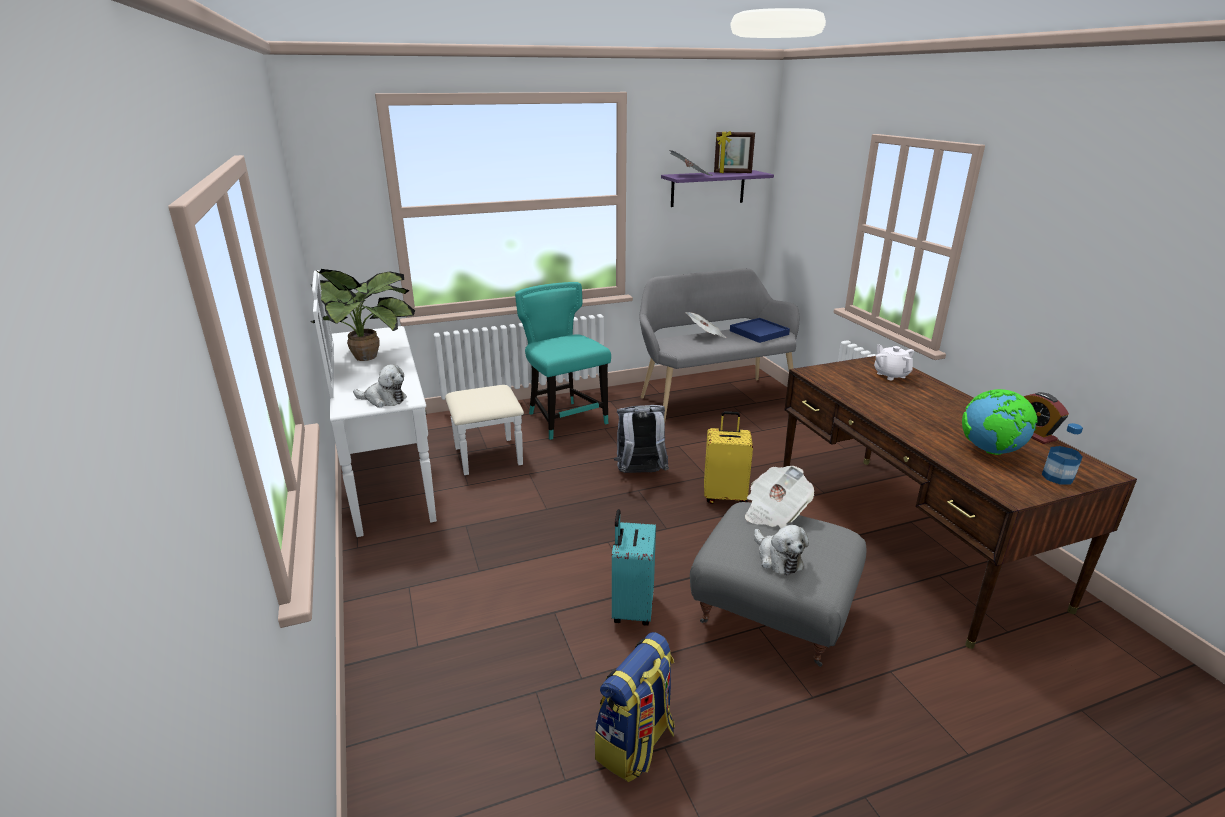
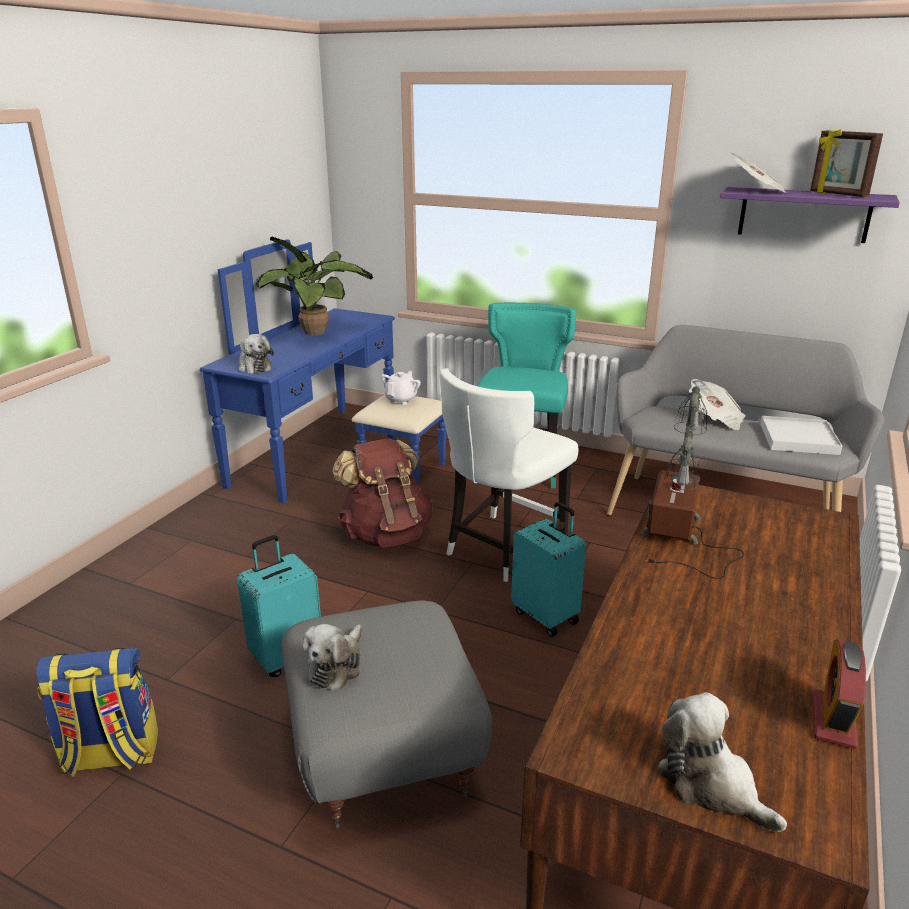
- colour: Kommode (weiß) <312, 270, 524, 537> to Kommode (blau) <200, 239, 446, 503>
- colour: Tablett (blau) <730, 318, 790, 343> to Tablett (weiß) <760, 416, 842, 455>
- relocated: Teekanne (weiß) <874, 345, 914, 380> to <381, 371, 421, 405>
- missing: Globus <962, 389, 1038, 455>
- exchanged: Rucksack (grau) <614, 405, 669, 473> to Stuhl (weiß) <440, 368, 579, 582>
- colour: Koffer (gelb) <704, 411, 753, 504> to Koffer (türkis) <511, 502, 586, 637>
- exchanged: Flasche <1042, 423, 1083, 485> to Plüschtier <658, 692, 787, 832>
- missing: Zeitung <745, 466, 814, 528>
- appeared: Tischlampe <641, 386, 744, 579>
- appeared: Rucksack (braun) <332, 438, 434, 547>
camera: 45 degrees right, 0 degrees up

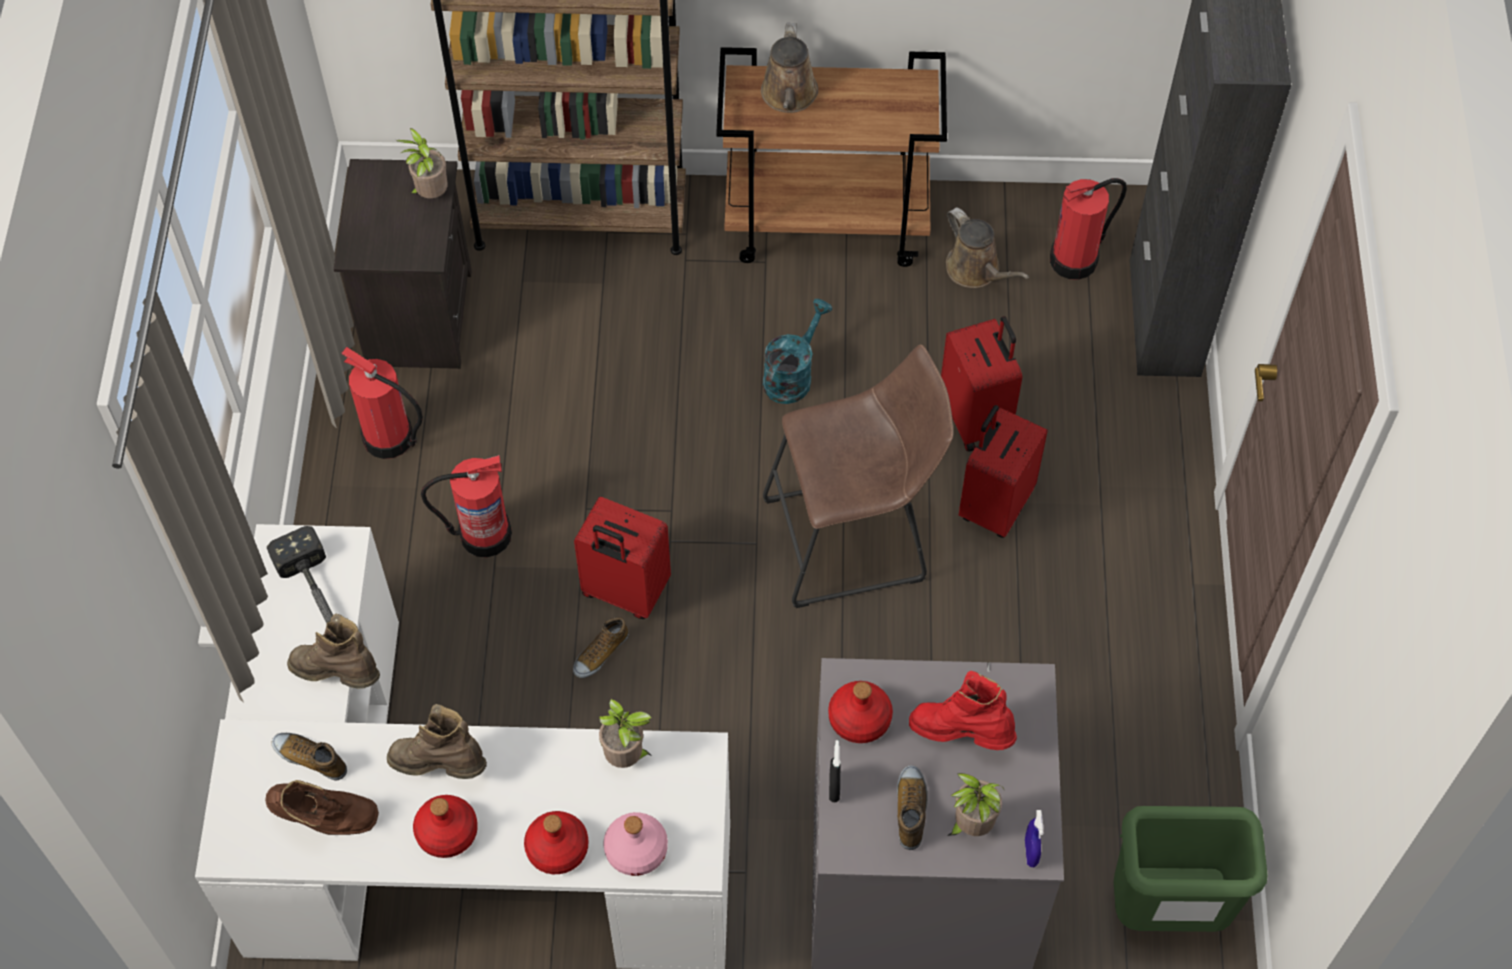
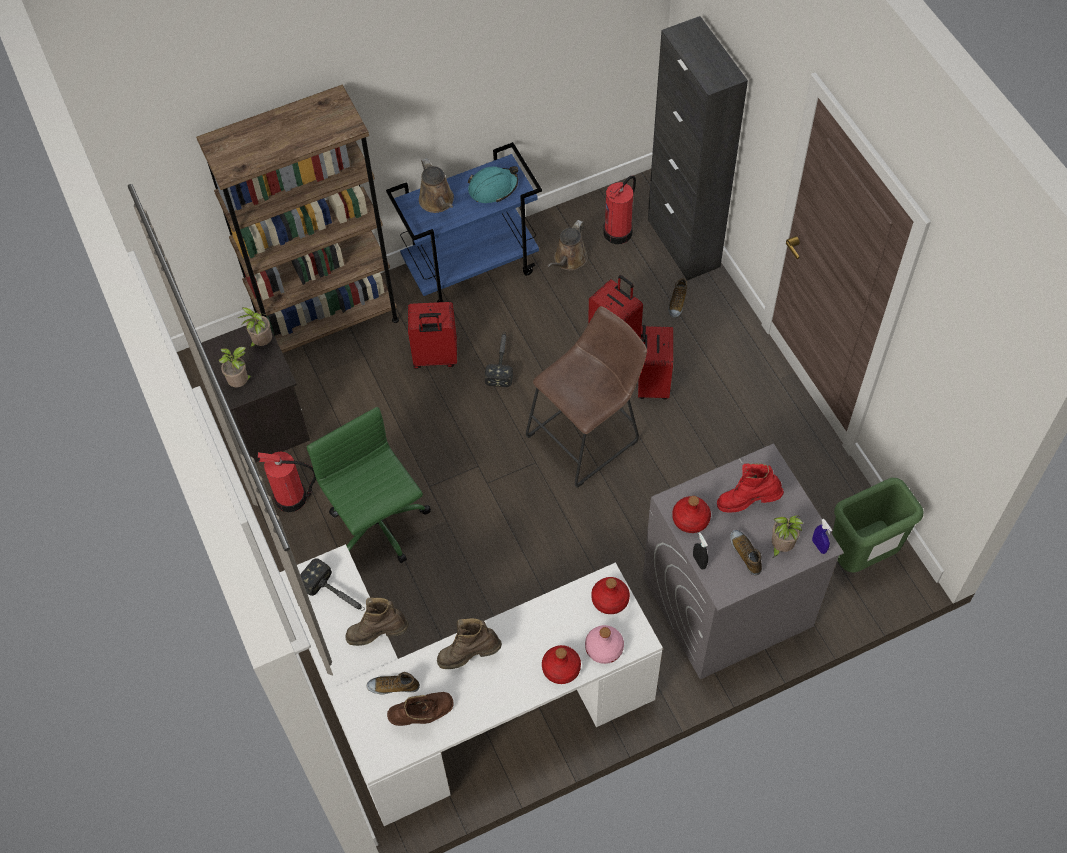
- colour: Rollwagen (braun) <716, 47, 947, 267> to Rollwagen (blau) <386, 142, 542, 302>
- spun: Gießkanne (braun) <946, 207, 1029, 288> = <547, 220, 588, 271> 90 degrees clockwise
- exchanged: Gießkanne (türkis) <763, 299, 832, 404> to Hammer <485, 332, 513, 387>
- exchanged: Feuerlöscher <421, 455, 512, 557> to Bürostuhl (grün) <307, 407, 431, 563>
- relocated: Koffer (rot) <574, 497, 671, 619> to <408, 302, 457, 369>
- relocated: Schuh <573, 617, 629, 678> to <668, 278, 687, 318>
- relocated: Topfpflanze <599, 699, 653, 768> to <219, 347, 253, 387>
- relocated: Flasche (rot) <413, 795, 478, 858> to <591, 577, 630, 614>
- appeared: Schutzhelm (türkis) <468, 166, 518, 203>
camera: 25 degrees left, 0 degrees up

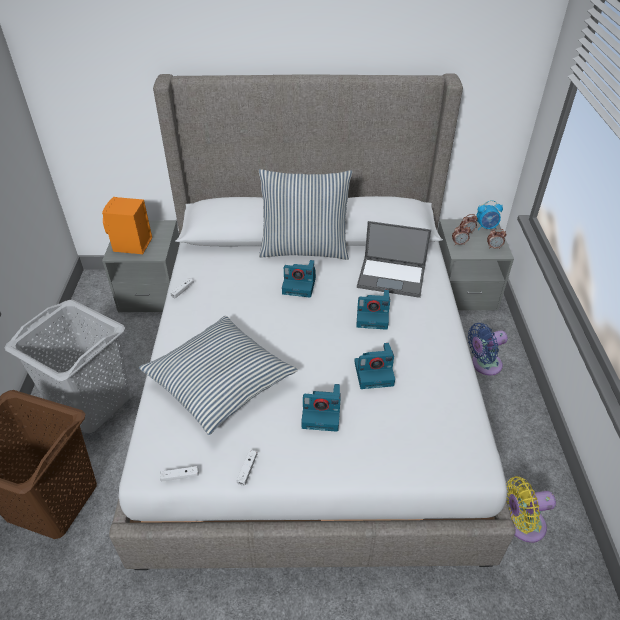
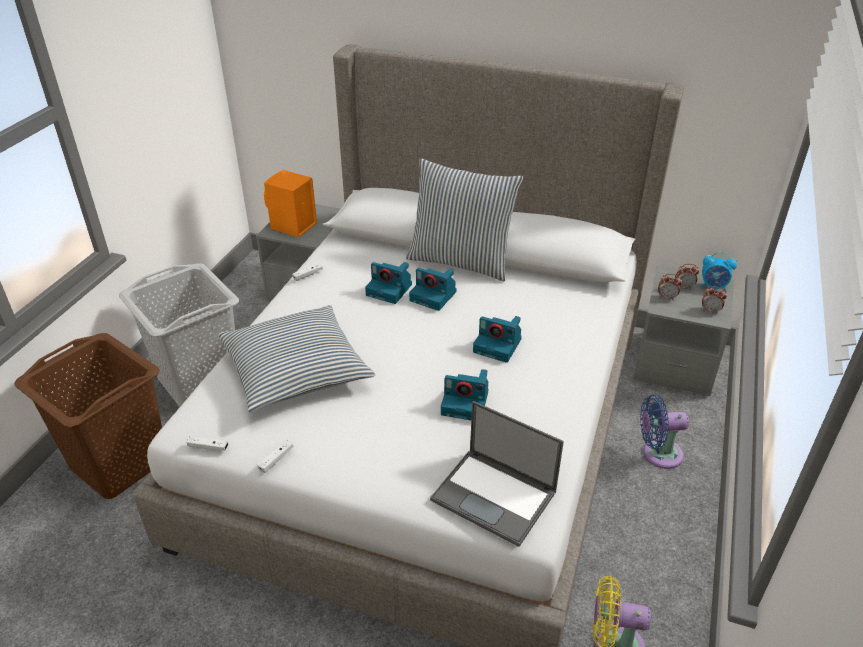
- relocated: Laptop <357, 221, 431, 298> to <430, 401, 564, 547>
- relocated: Kamera <301, 384, 341, 432> to <365, 262, 412, 304>
camera: 20 degrees right, 5 degrees down

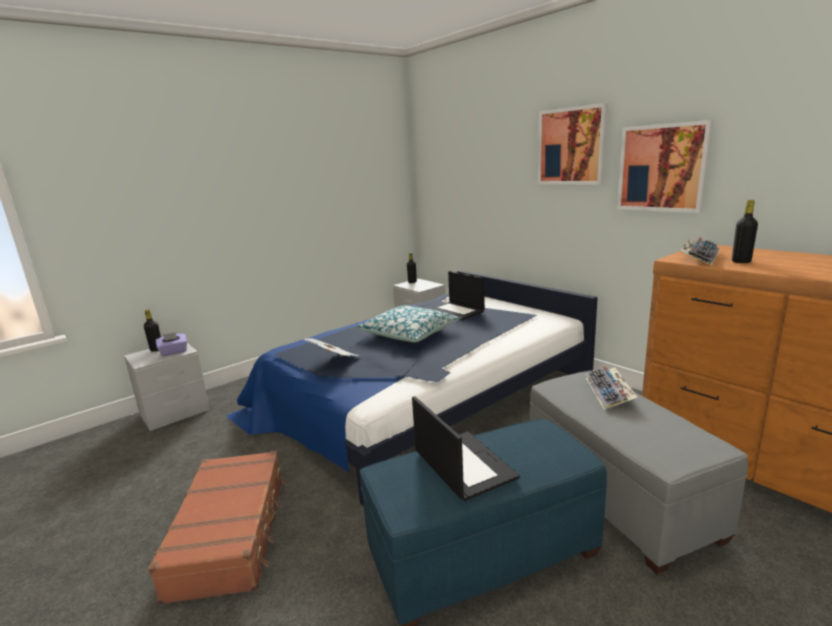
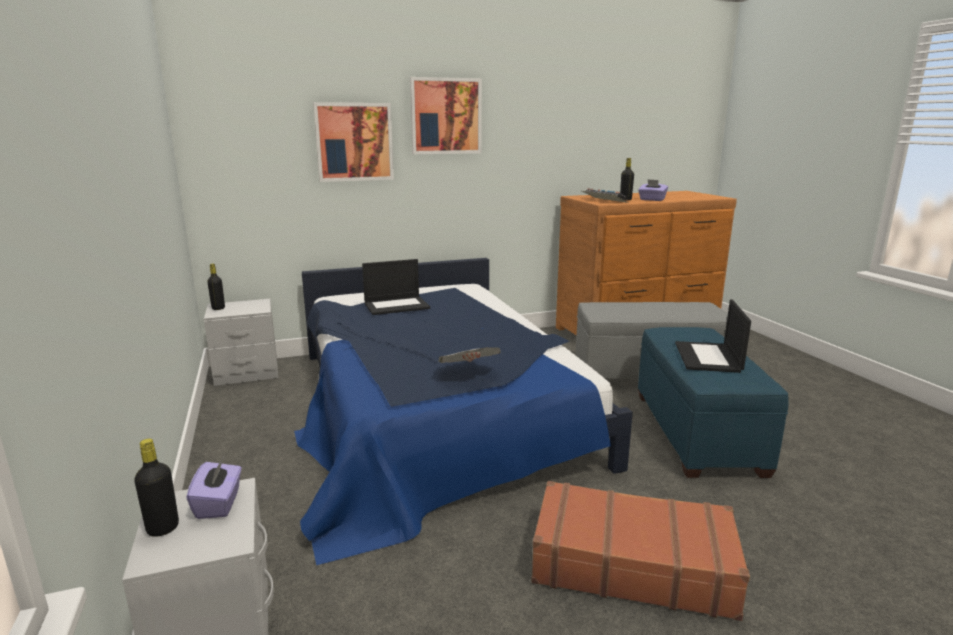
- relocated: Bild <617, 120, 713, 213> to <313, 102, 394, 182>
- missing: Kissen <356, 306, 460, 342>
- missing: Tastatur <586, 366, 638, 410>
- spun: Laptop <412, 396, 520, 501> = <675, 299, 751, 373> 75 degrees counterclockwise
- appeared: Taschentuchbox (lila) <638, 179, 668, 201>
camera: 70 degrees left, 0 degrees up

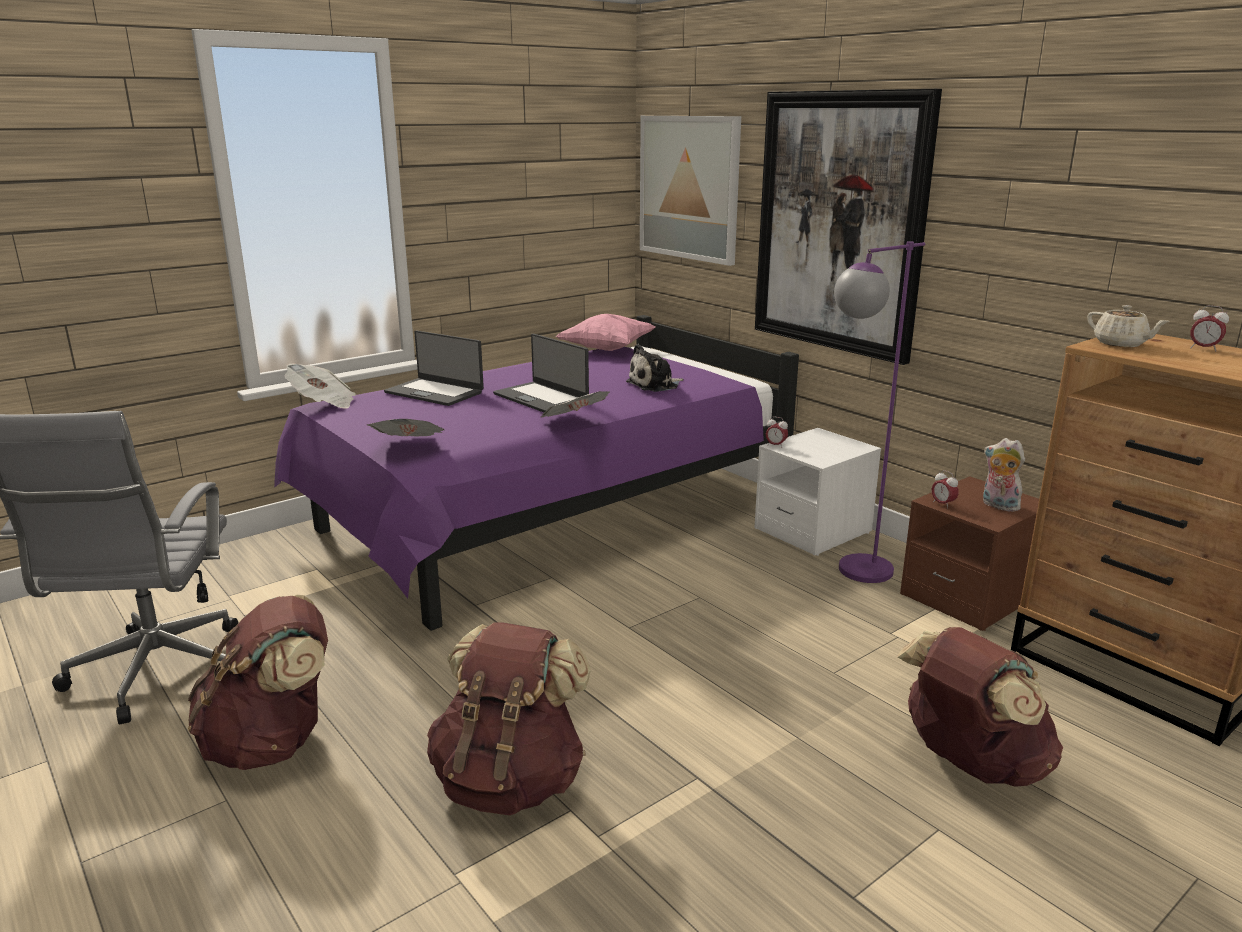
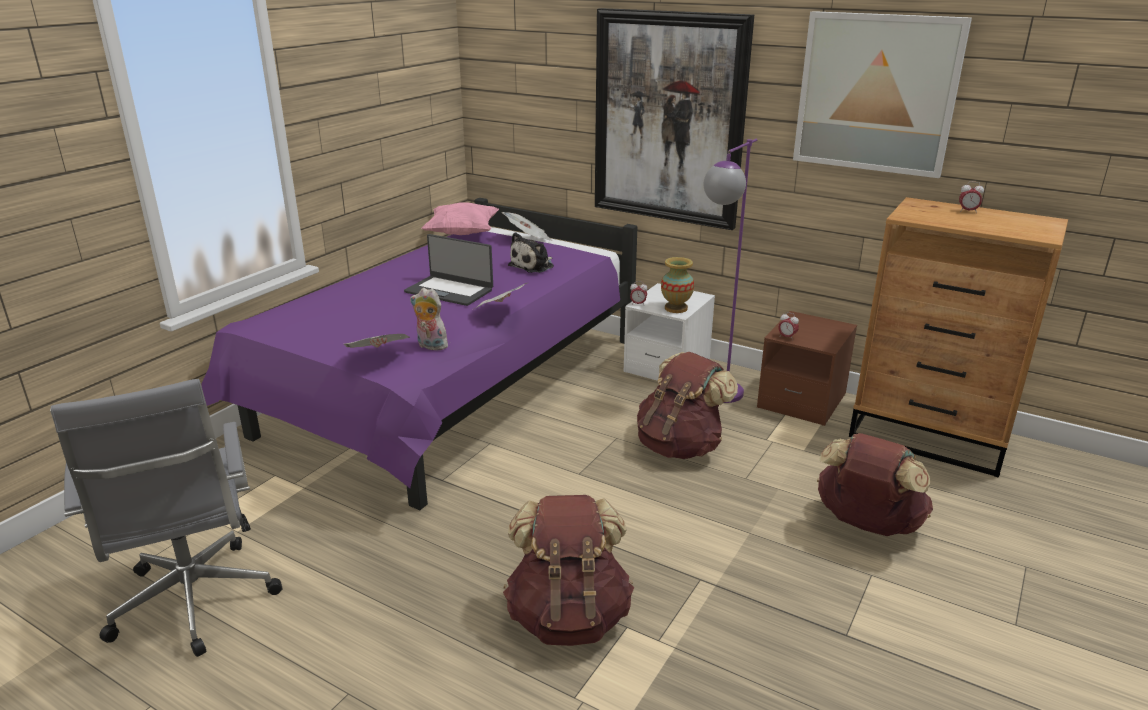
- relocated: Bild <640, 116, 741, 266> to <793, 11, 972, 178>
- missing: Teekanne (beige) <1087, 305, 1170, 347>
- missing: Laptop <384, 331, 484, 406>
- relocated: Zeitung <284, 363, 356, 409> to <502, 212, 553, 241>
- relocated: Plüschtier <983, 438, 1025, 512> to <410, 288, 448, 350>
- relocated: Rucksack (braun) <188, 595, 328, 770> to <637, 352, 738, 459>
- appeared: Vase <661, 257, 694, 313>
camera: 20 degrees left, 5 degrees up

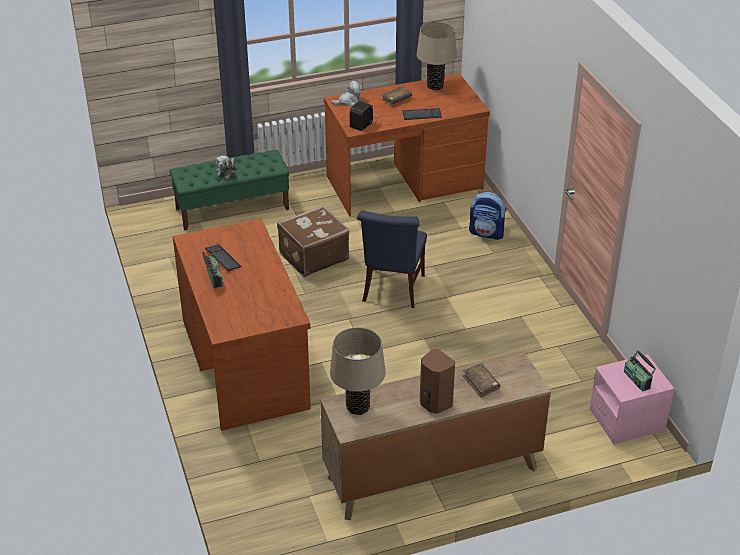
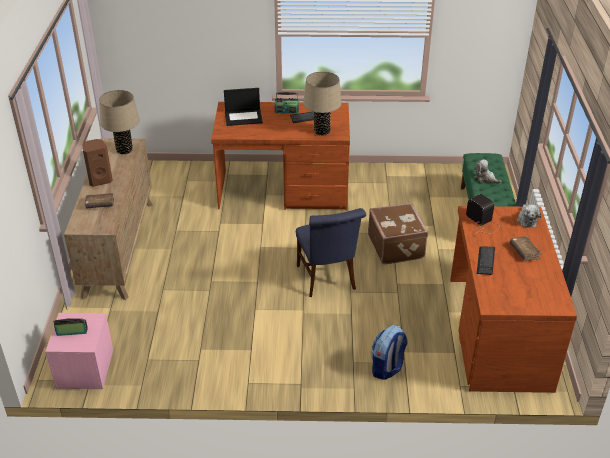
- relocated: Tischlampe (beige) <417, 22, 457, 90> to <303, 71, 341, 136>
- spun: Stuhl (blau) <357, 210, 427, 308> = <296, 208, 366, 297> 135 degrees counterclockwise
- appeared: Laptop <224, 88, 263, 126>
camera: 110 degrees right, 0 degrees up

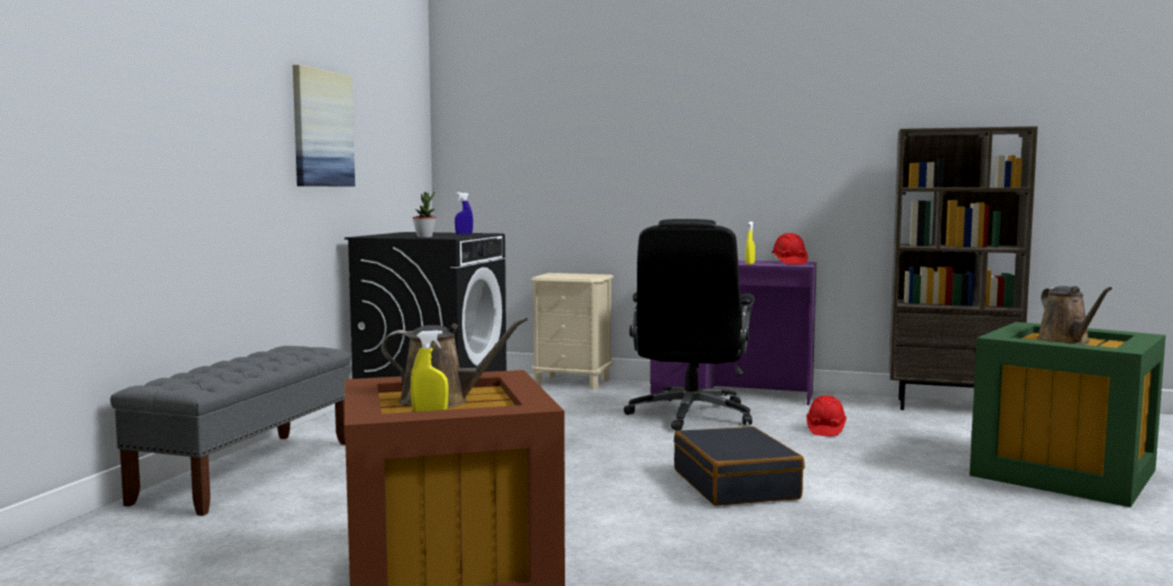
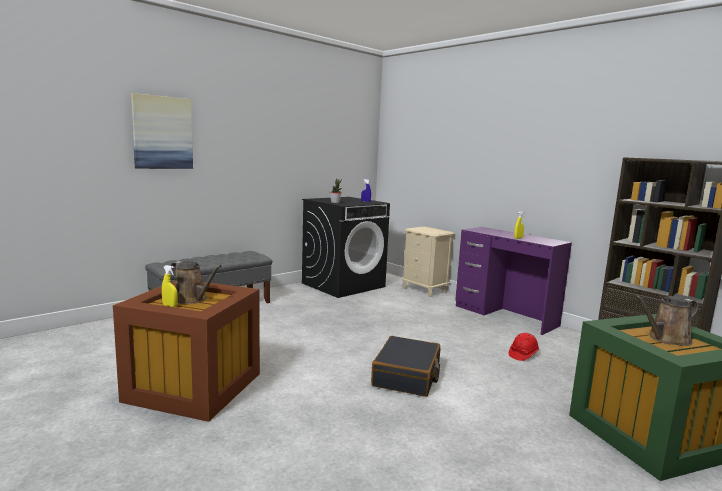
- relocated: Bild <293, 65, 355, 186> to <131, 93, 193, 169>
- missing: Bürostuhl (schwarz) <624, 219, 755, 431>
- missing: Schutzhelm (rot) <772, 233, 808, 265>
- spun: Gießkanne (braun) <1037, 286, 1112, 345> = <635, 296, 698, 346> 45 degrees clockwise
camera: 30 degrees right, 5 degrees up

